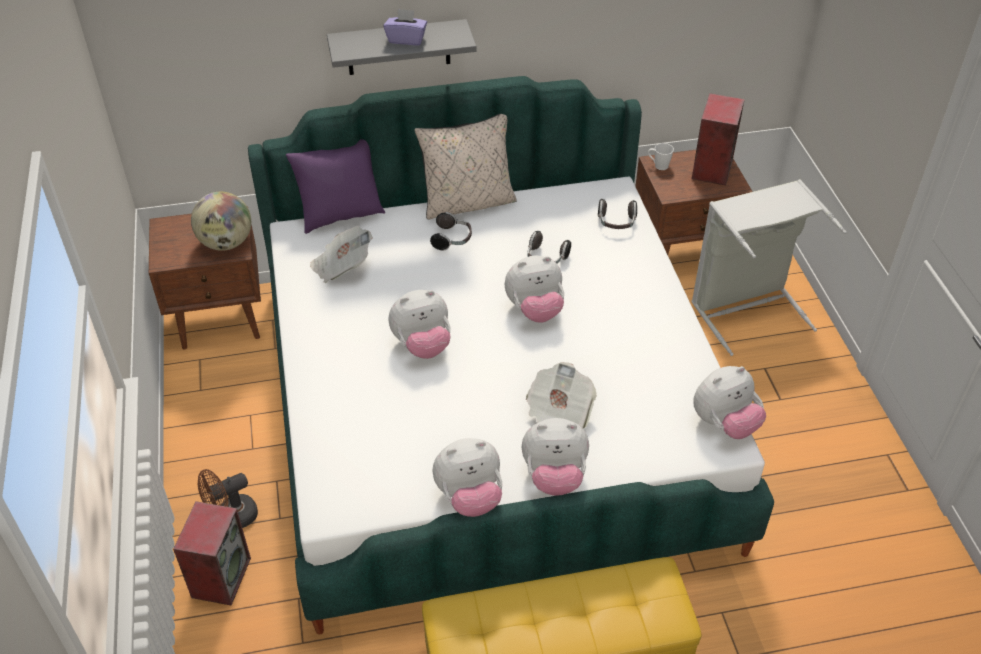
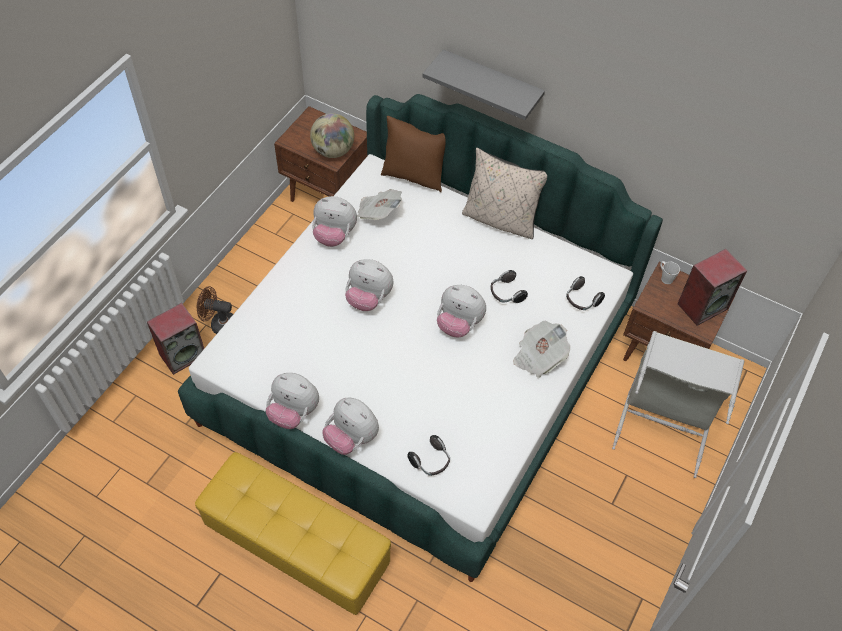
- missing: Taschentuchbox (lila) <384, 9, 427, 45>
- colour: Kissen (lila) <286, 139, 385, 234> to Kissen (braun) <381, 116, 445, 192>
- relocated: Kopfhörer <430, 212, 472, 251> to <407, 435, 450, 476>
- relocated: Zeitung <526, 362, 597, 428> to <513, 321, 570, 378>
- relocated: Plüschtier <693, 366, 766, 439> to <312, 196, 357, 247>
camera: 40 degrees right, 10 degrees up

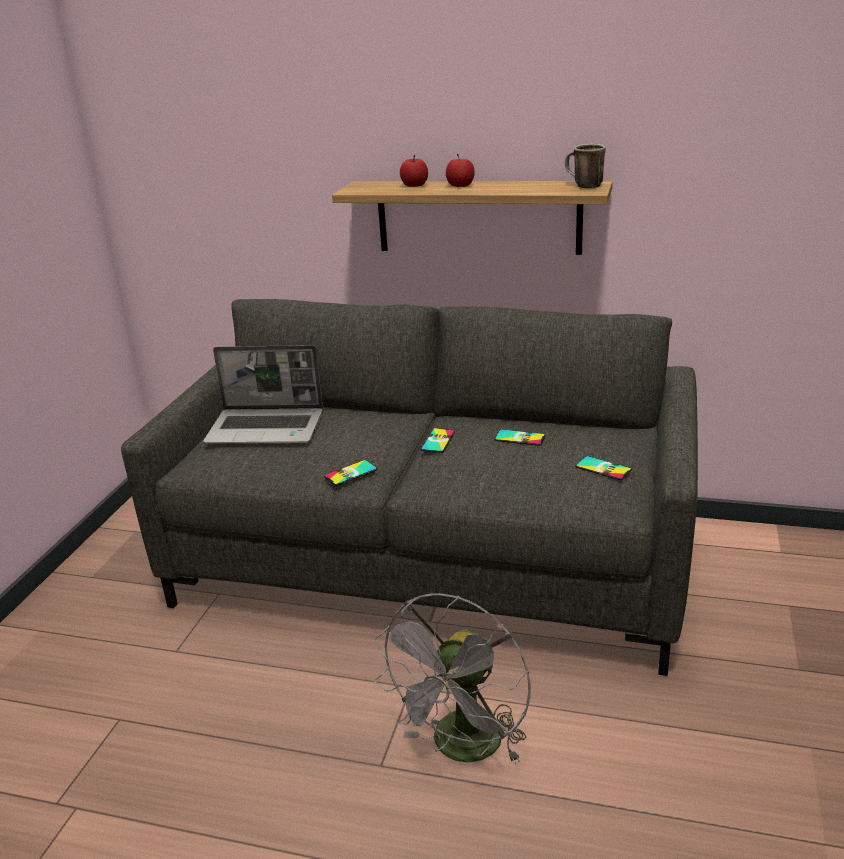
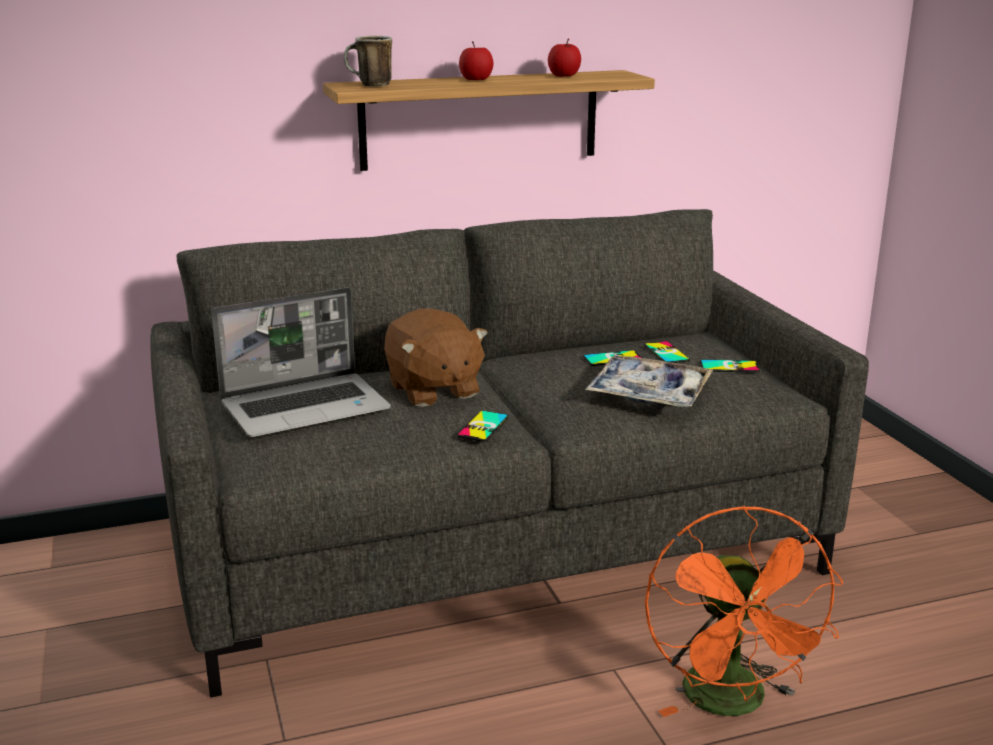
- relocated: Henkelbecher <565, 144, 605, 188> to <344, 36, 392, 87>
- relocated: Apfel <400, 155, 428, 187> to <548, 39, 581, 77>
- relocated: Handy <421, 428, 455, 453> to <644, 341, 690, 363>
- colour: Ventilator (grau) <374, 593, 531, 764> to Ventilator (orange) <645, 506, 843, 717>
- appeared: Plüschtier (braun) <384, 308, 488, 407>
- appeared: Tablett <585, 356, 713, 407>
camera: 35 degrees left, 5 degrees down

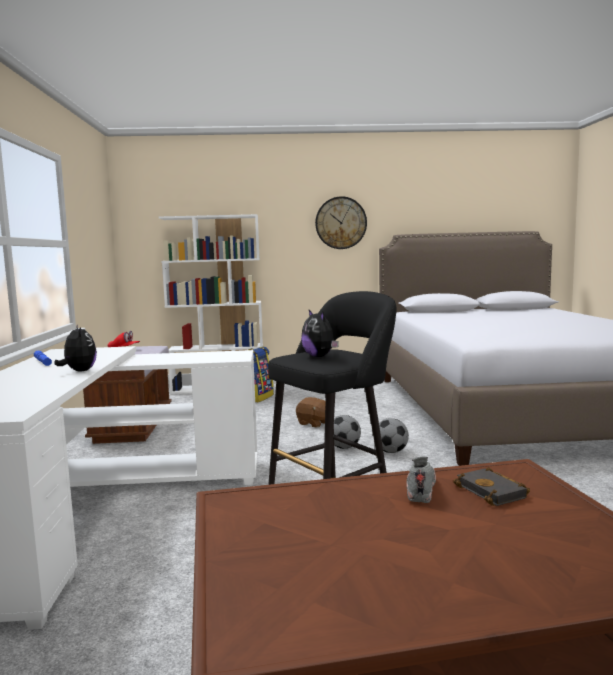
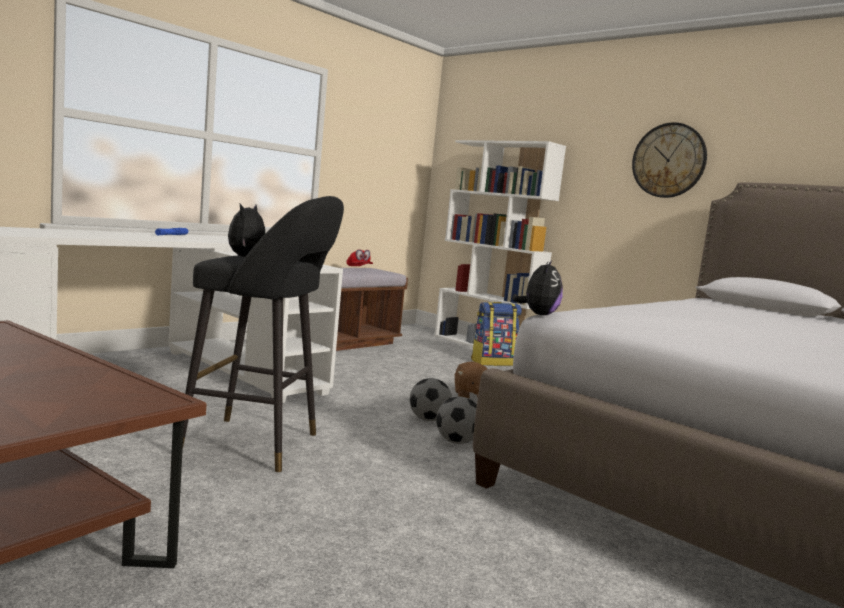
- relocated: Plüschtier <55, 324, 97, 371> to <512, 260, 563, 315>
- missing: Schuh (grau) <406, 456, 436, 503>
- missing: Buch (schwarz) <453, 467, 530, 506>
camera: 45 degrees right, 0 degrees up

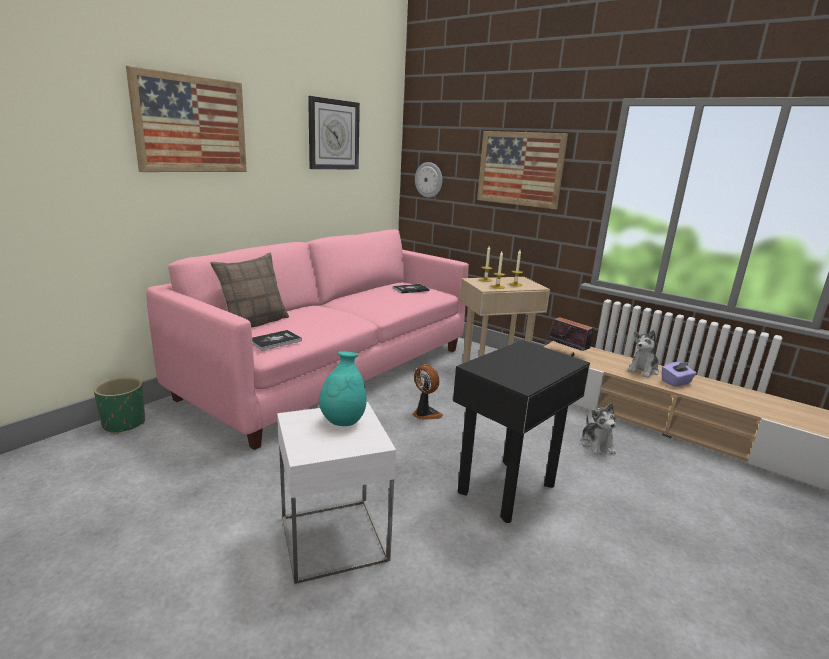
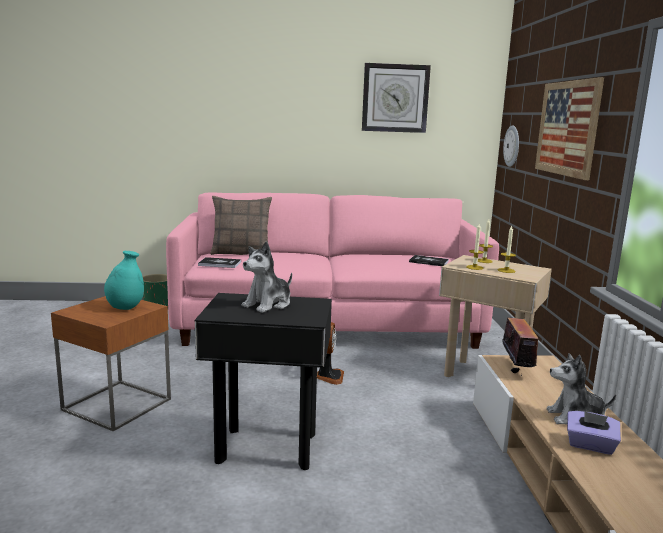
- missing: Bild <126, 66, 247, 172>
- colour: Beistelltisch (weiß) <277, 402, 396, 584> to Beistelltisch (braun) <51, 296, 171, 431>
- relocated: Plüschtier <580, 403, 616, 455> to <242, 242, 292, 313>
camera: 50 degrees right, 5 degrees down

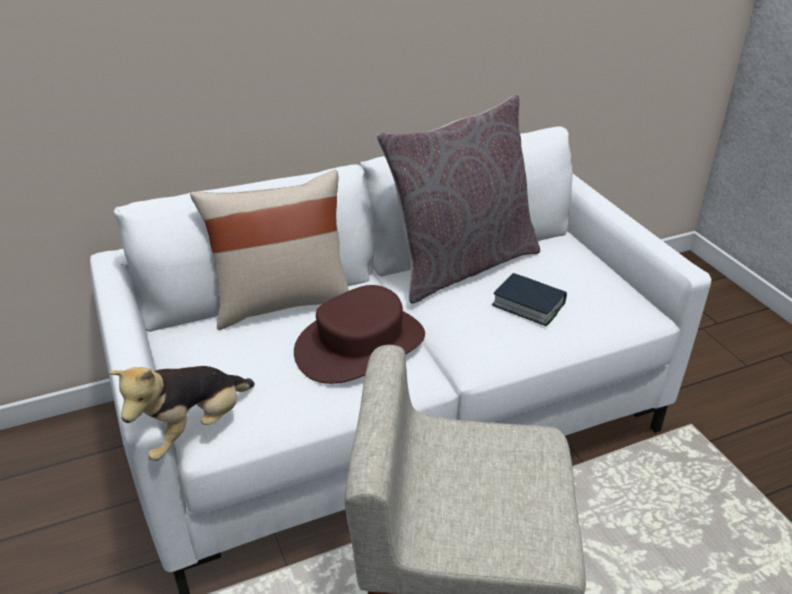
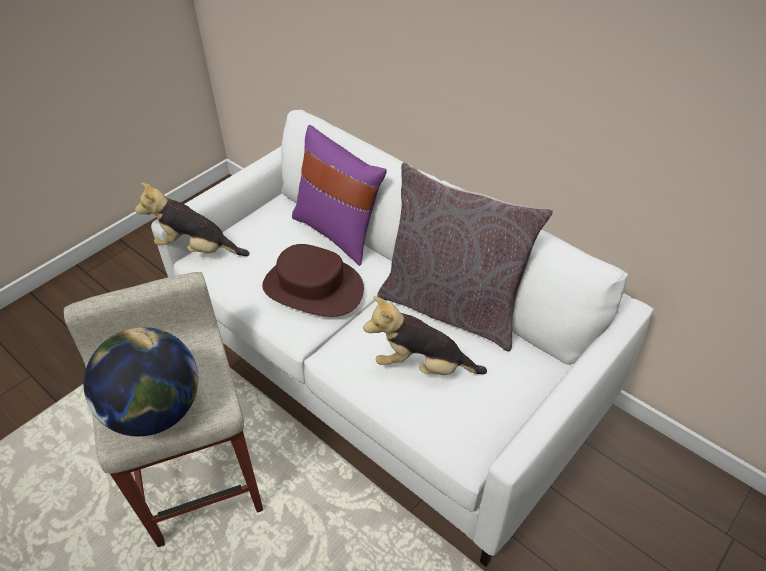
- colour: Kissen (beige) <190, 170, 349, 330> to Kissen (lila) <292, 125, 387, 266>
- exchanged: Buch <492, 273, 567, 326> to Plüschtier <363, 296, 487, 375>
- appeared: Globus <84, 327, 198, 436>
camera: 65 degrees right, 10 degrees up

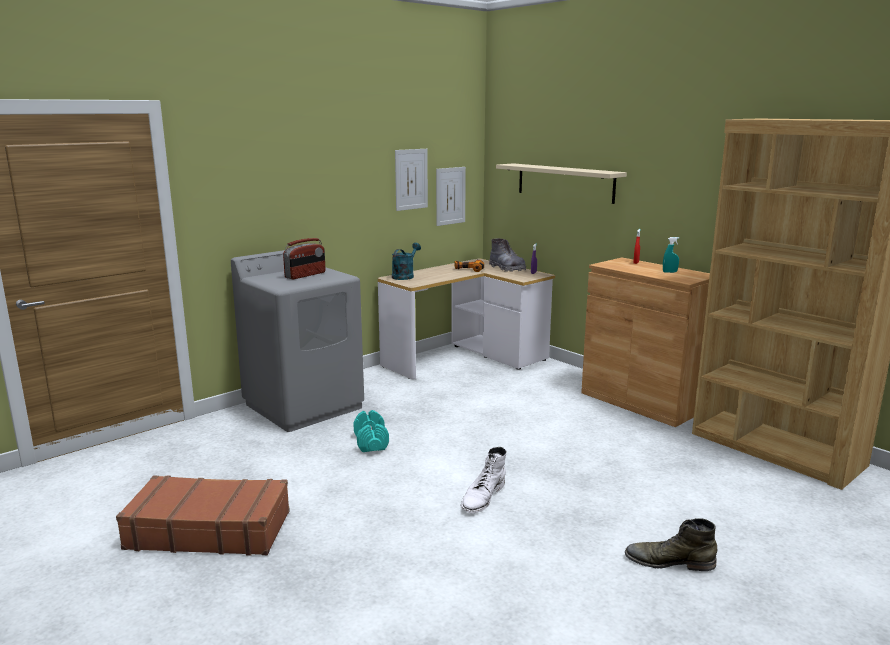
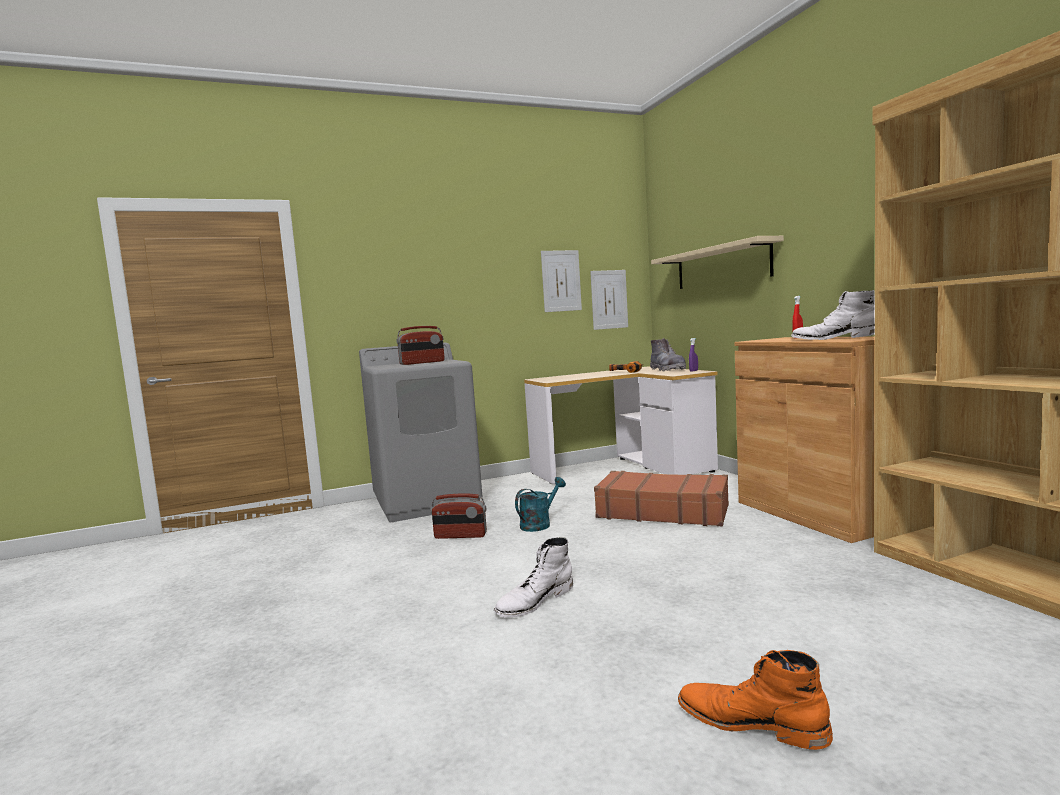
- exchanged: Sprühflasche (türkis) <663, 237, 679, 273> to Stiefel (weiß) <791, 290, 875, 340>
- relocated: Gießkanne (türkis) <392, 243, 421, 280> to <515, 477, 566, 532>
- exchanged: Hantel (türkis) <353, 410, 389, 452> to Radio <431, 494, 487, 539>
- relocated: Koffer (braun) <116, 475, 290, 556> to <594, 471, 729, 527>
- colour: Stiefel (grün) <625, 518, 717, 571> to Stiefel (orange) <678, 650, 833, 750>
camera: 20 degrees right, 10 degrees down

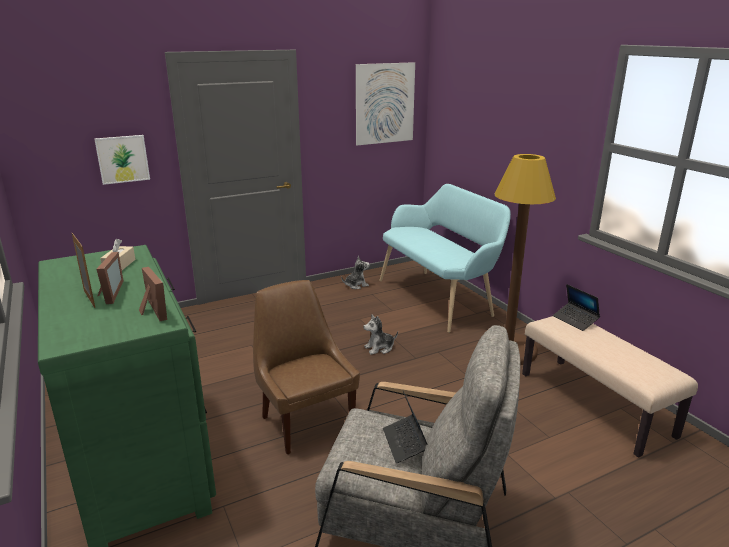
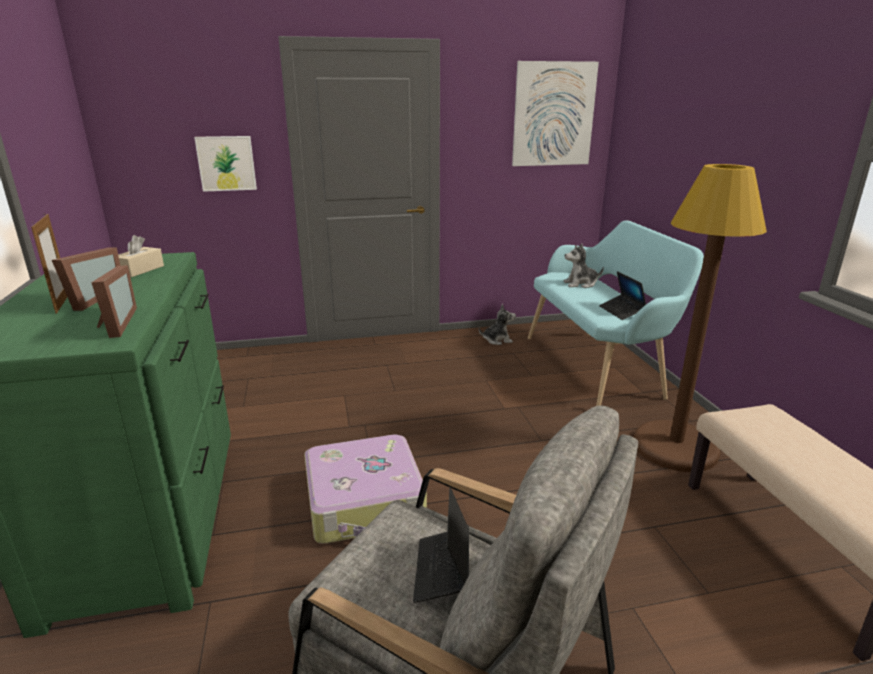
- exchanged: Stuhl (braun) <253, 280, 360, 454> to Koffer <304, 435, 427, 544>
- relocated: Laptop <553, 284, 600, 331> to <599, 271, 646, 320>
- relocated: Plüschtier <363, 314, 398, 355> to <563, 243, 604, 288>
camera: 15 degrees right, 0 degrees up

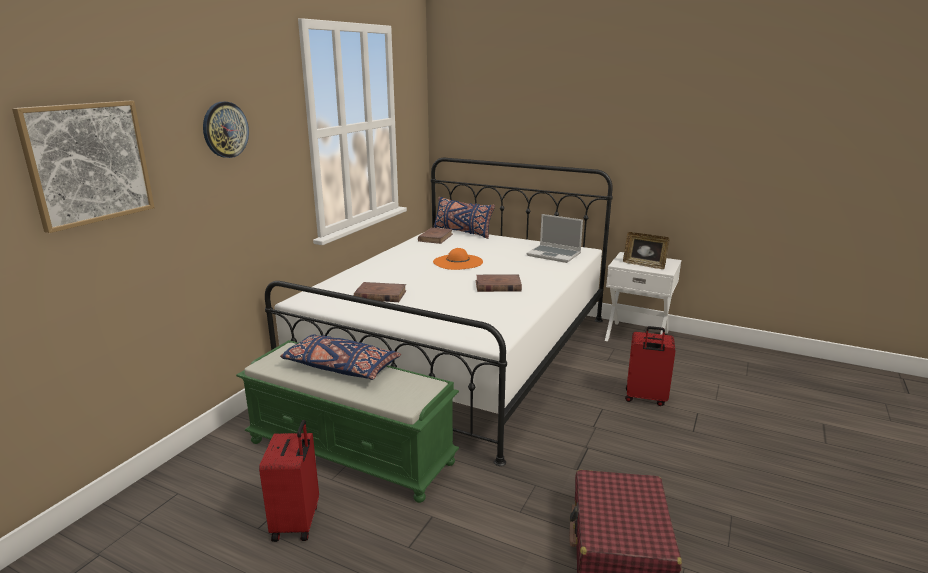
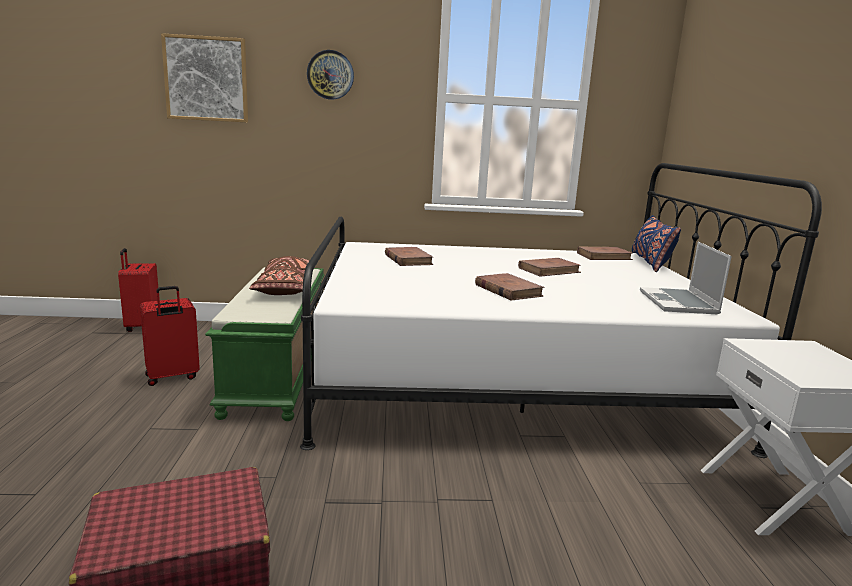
- missing: Bilderrahmen <623, 232, 669, 269>
- exchanged: Hut (orange) <433, 248, 483, 270> to Buch (braun) <518, 258, 581, 277>
- relocated: Koffer (rot) <625, 326, 675, 406> to <118, 248, 158, 332>
- colour: Kissen (blau) <280, 334, 401, 380> to Kissen (braun) <249, 256, 310, 295>
camera: 60 degrees right, 5 degrees down

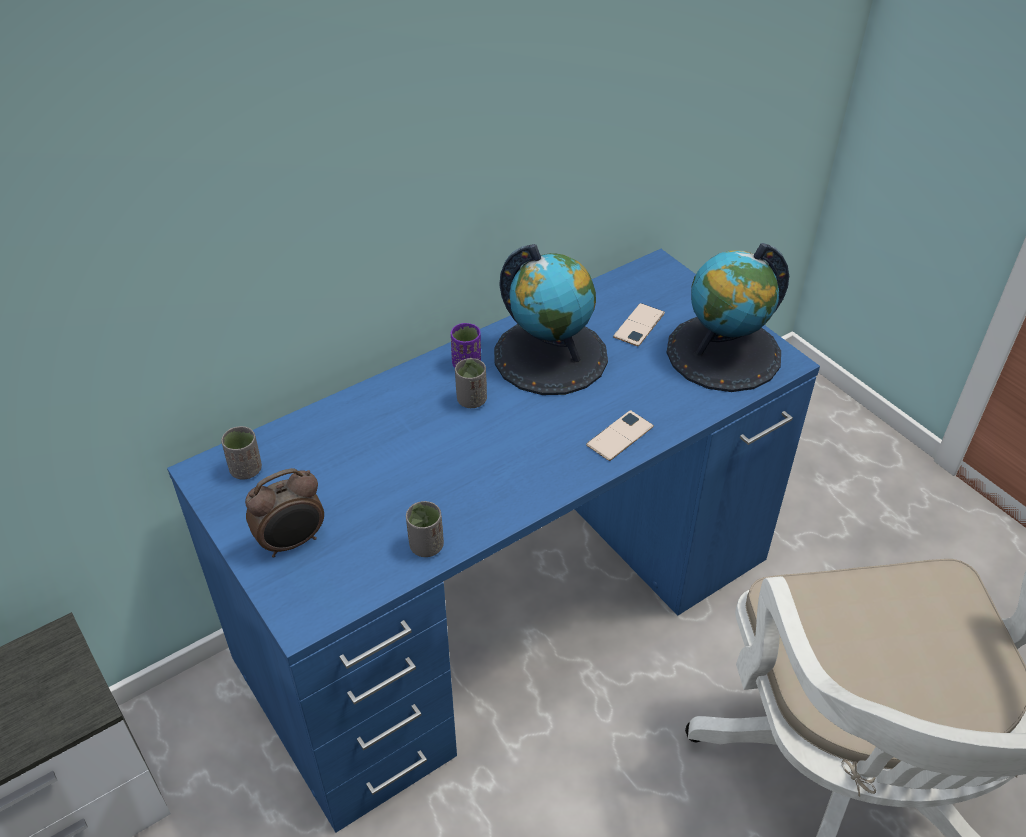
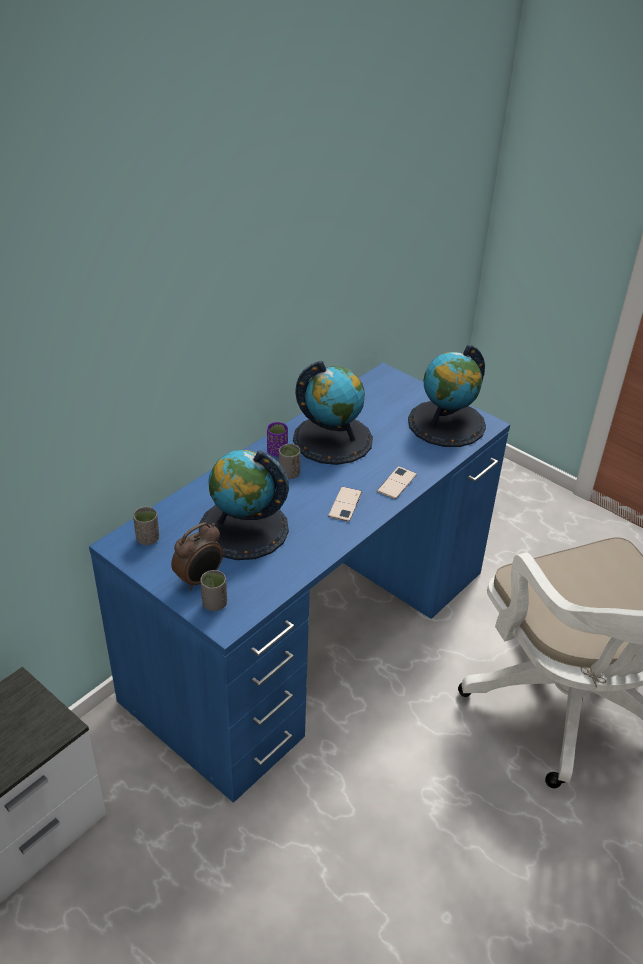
- relocated: Handy <613, 303, 665, 347> to <328, 487, 362, 522>
- relocated: Tasse (grau) <406, 501, 444, 557> to <200, 570, 227, 611>
- appeared: Globus <199, 450, 289, 560>
camera: 15 degrees left, 5 degrees down

